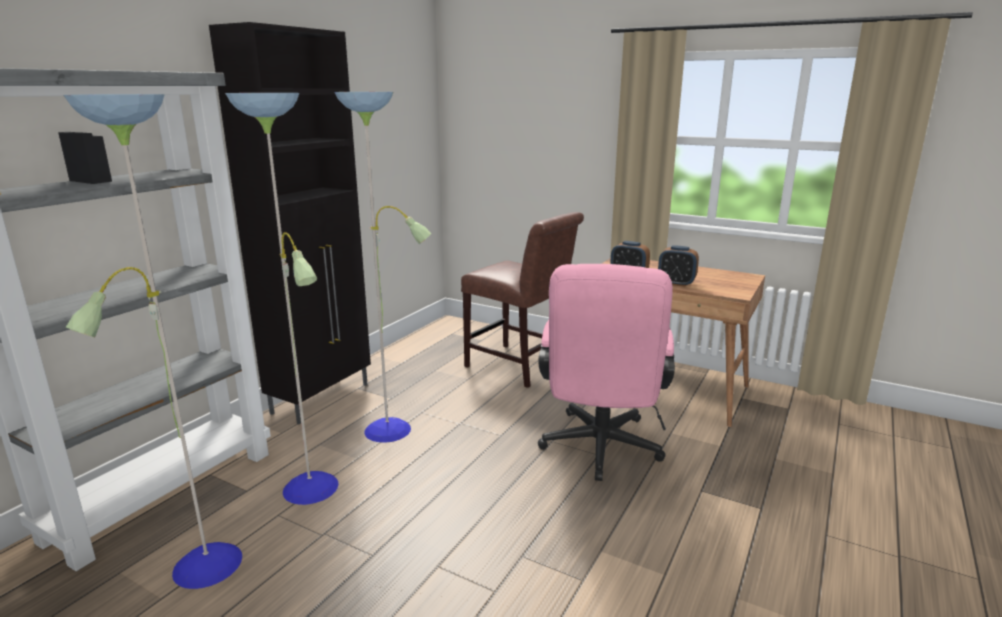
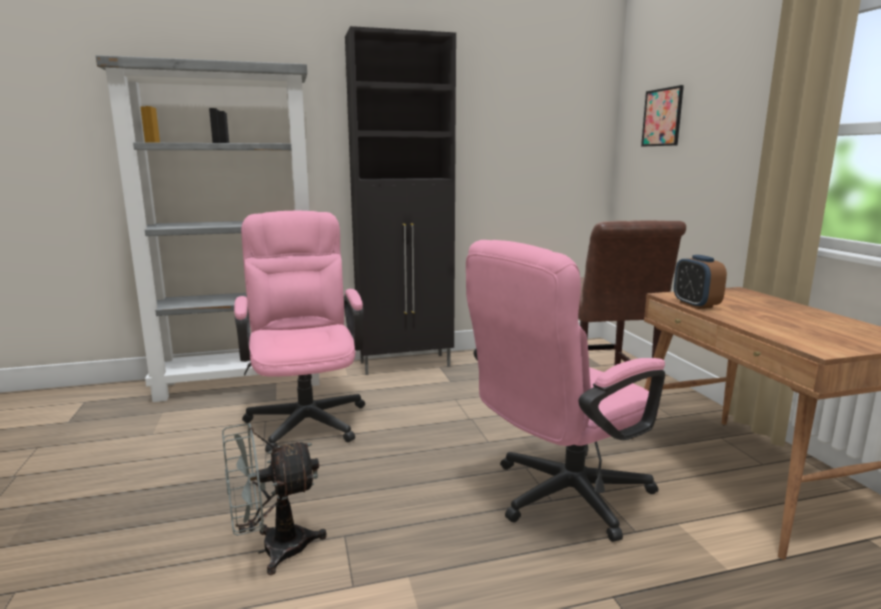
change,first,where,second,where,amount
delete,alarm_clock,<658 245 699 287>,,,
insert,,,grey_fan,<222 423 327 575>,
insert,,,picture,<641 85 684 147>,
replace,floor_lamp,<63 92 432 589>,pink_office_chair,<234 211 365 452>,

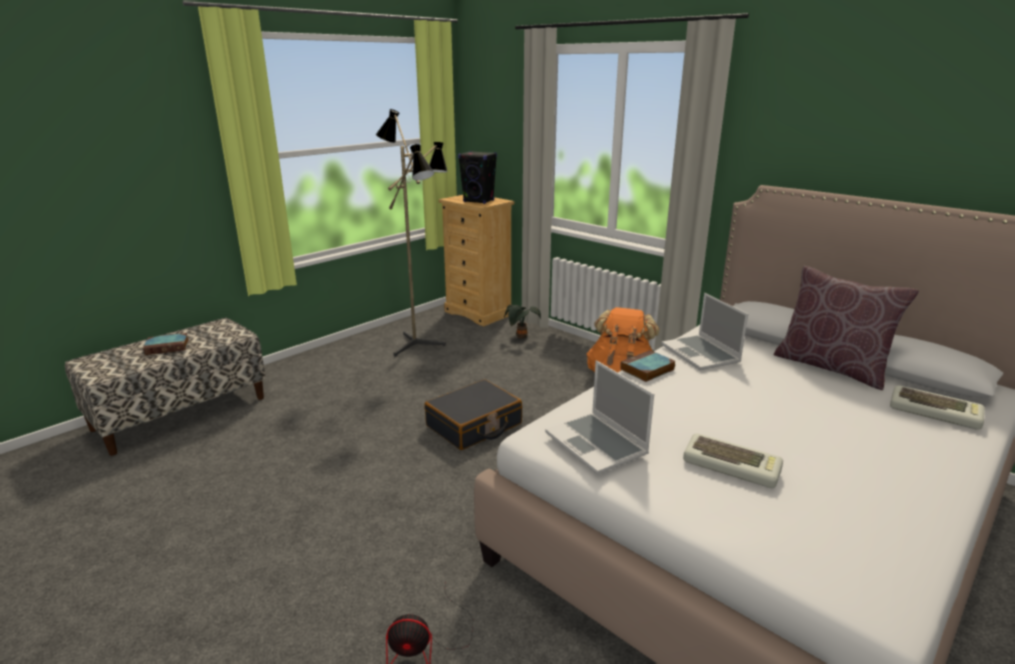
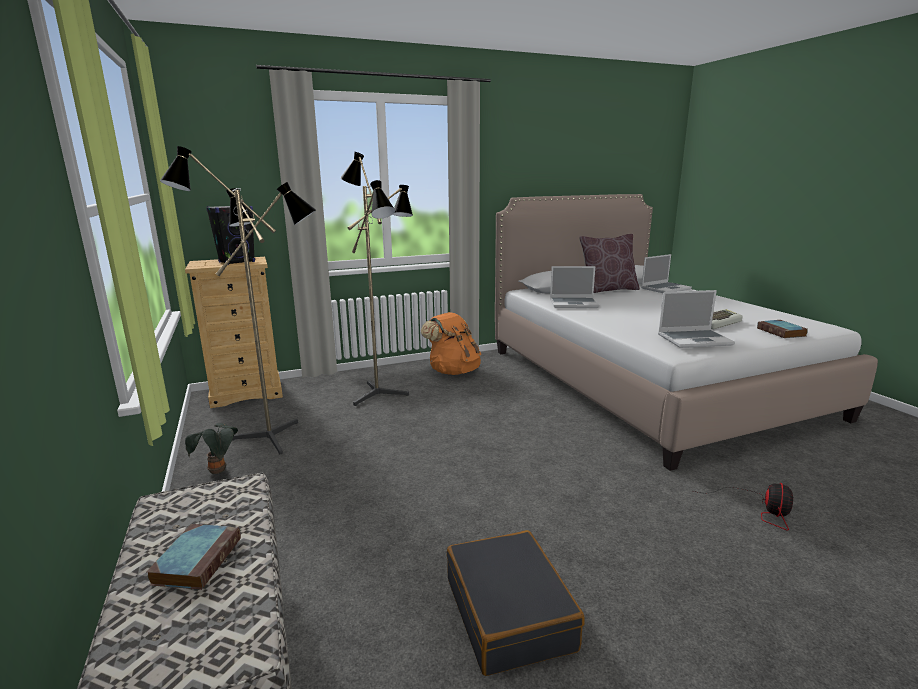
change,first,where,second,where,amount
insert,,,floor_lamp,<340 152 413 406>,
move,black_suitcase,<424 379 522 450>,,<447 530 585 676>,
move,potted_plant,<504 305 541 339>,,<185 423 238 474>,
move,book,<620 350 675 382>,,<757 320 808 338>,
replace,keyboard,<890 385 985 430>,laptop,<641 254 692 293>,

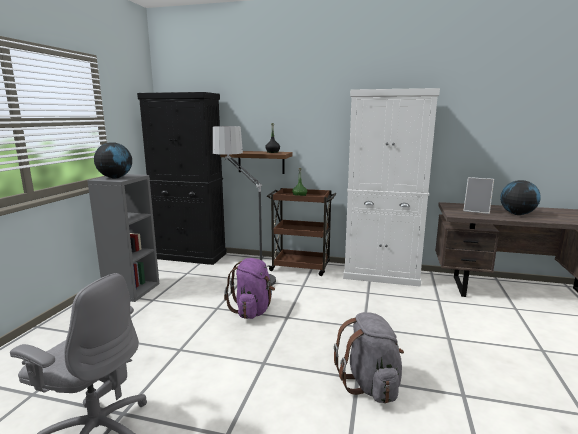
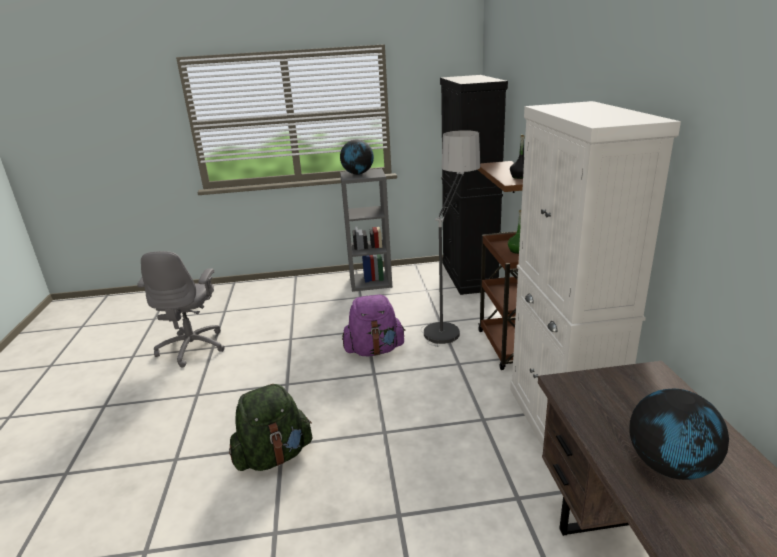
change,first,where,second,where,amount
delete,picture_frame,<463 177 494 214>,,,
recolor,grey_backpack,<334 312 404 403>,green_backpack,<229 384 312 471>,

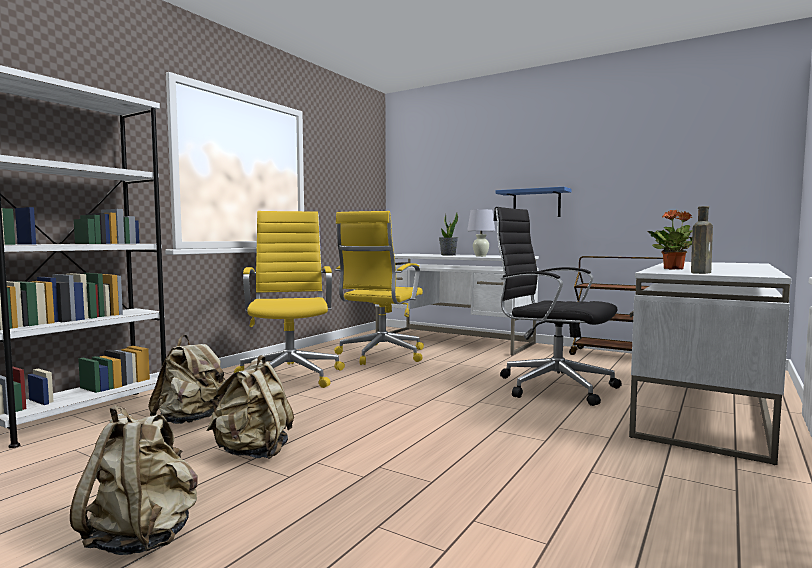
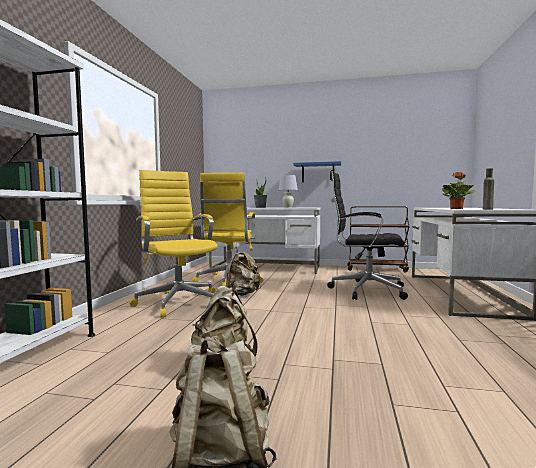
change,first,where,second,where,amount
move,beige_backpack,<148 335 226 424>,,<226 247 261 296>,

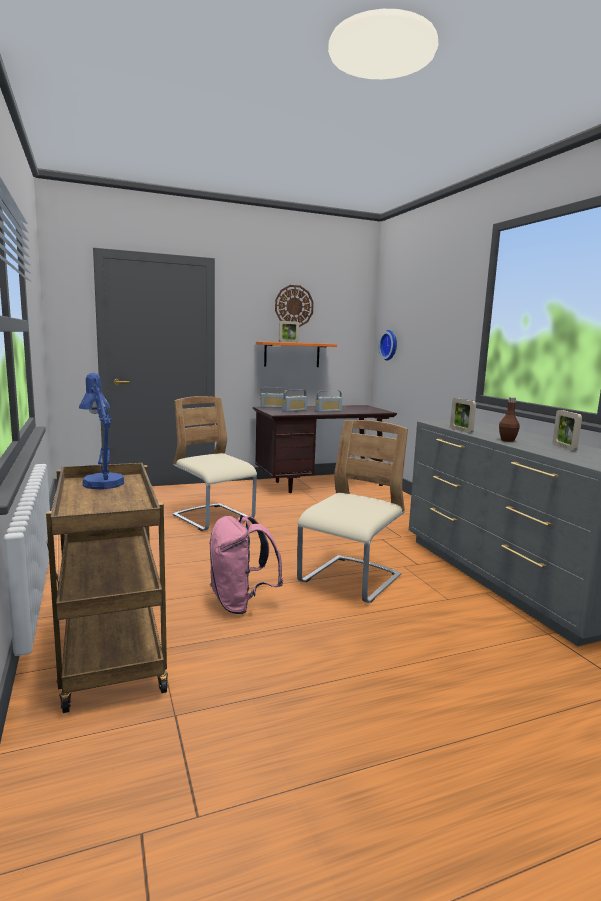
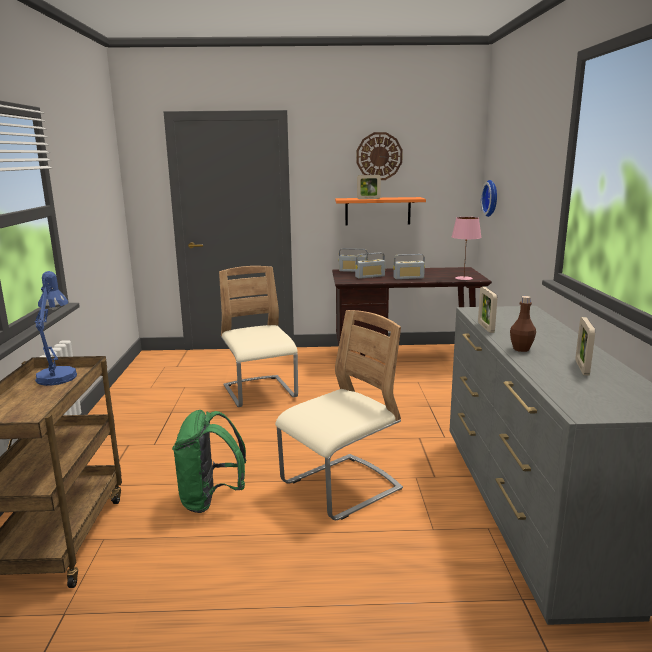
change,first,where,second,where,amount
insert,,,pink_table_lamp,<452 217 482 280>,
recolor,pink_backpack,<209 515 283 614>,green_backpack,<172 410 246 513>,

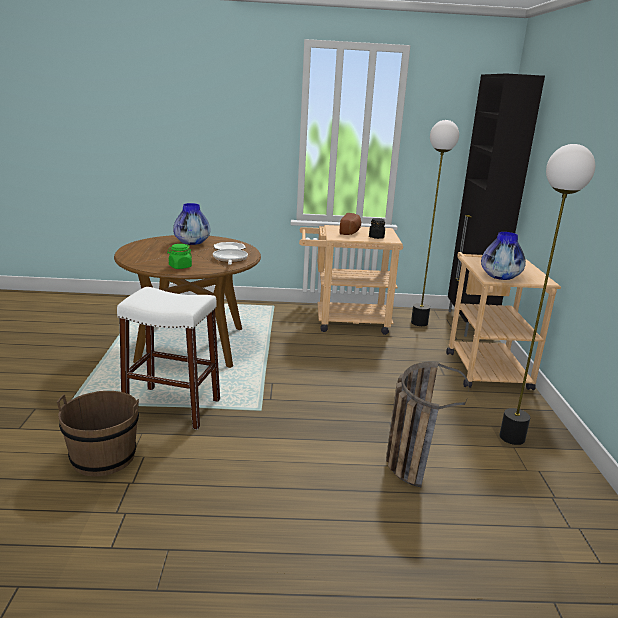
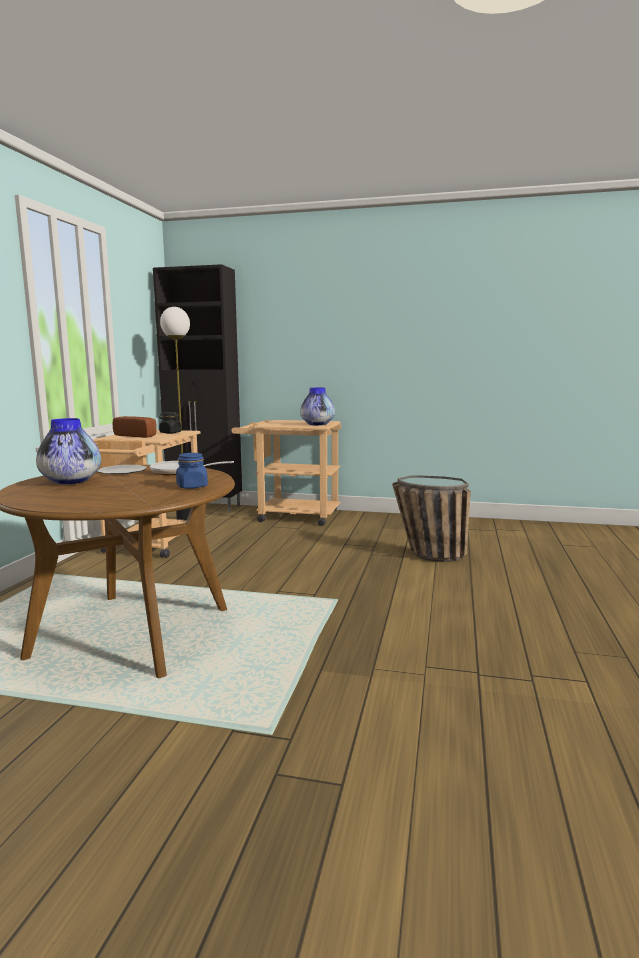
change,first,where,second,where,amount
delete,brown_bucket,<57 391 139 476>,,,
delete,white_stool,<117 287 220 430>,,,
delete,floor_lamp,<500 144 595 445>,,,
recolor,green_jar,<167 244 192 269>,blue_jar,<176 453 208 489>,

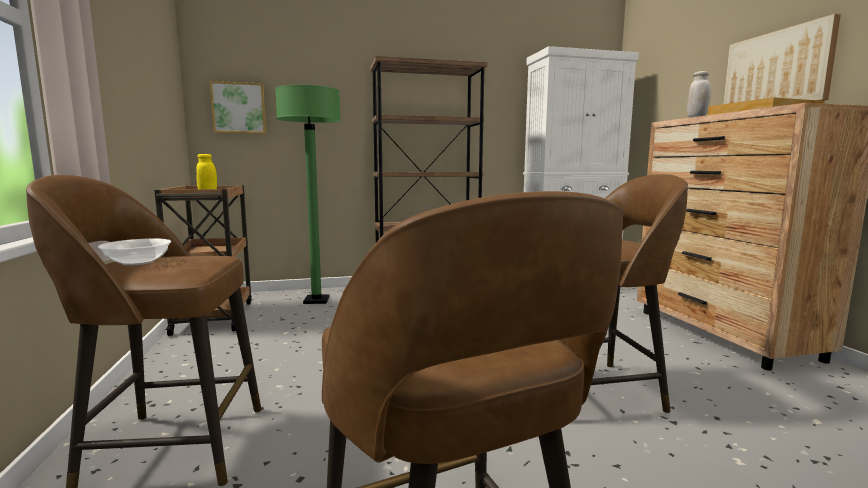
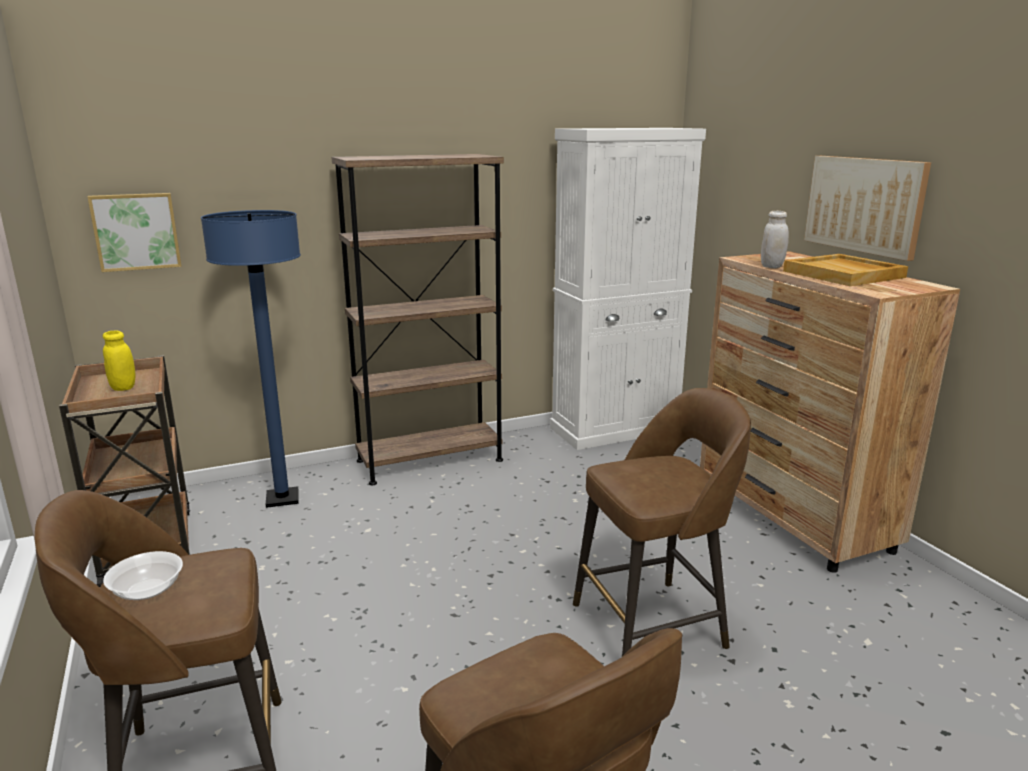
change,first,where,second,where,amount
recolor,green_floor_lamp,<275 85 341 304>,blue_floor_lamp,<201 210 301 508>,

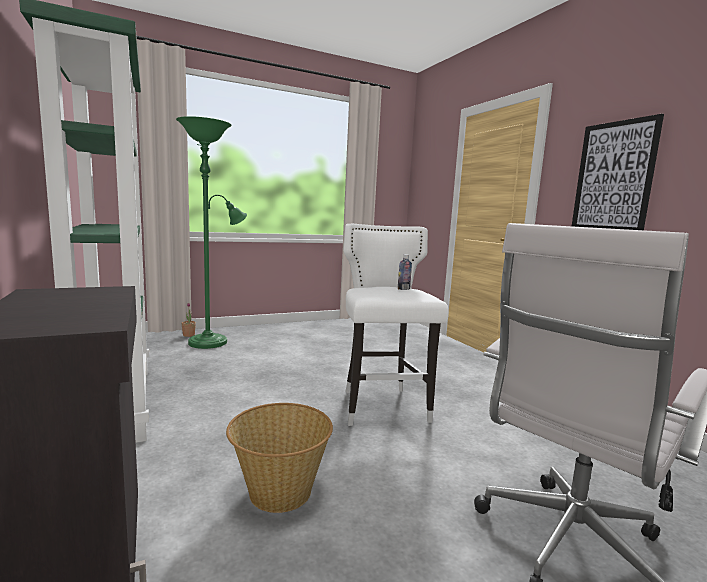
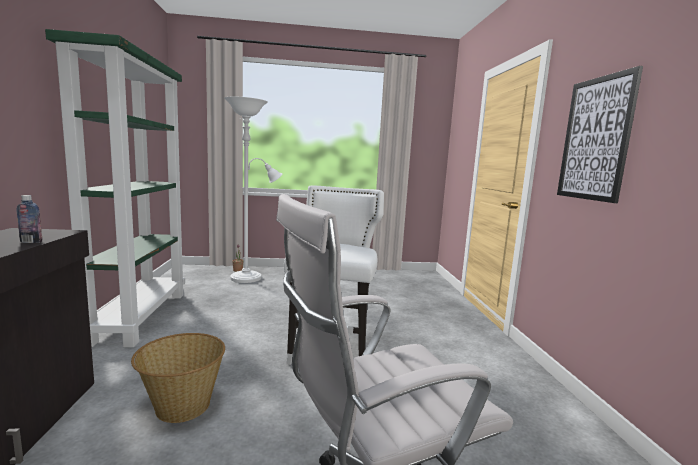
change,first,where,second,where,amount
move,bottle,<398 255 412 290>,,<16 195 42 243>,
recolor,green_floor_lamp,<176 116 247 349>,white_floor_lamp,<224 97 283 283>,

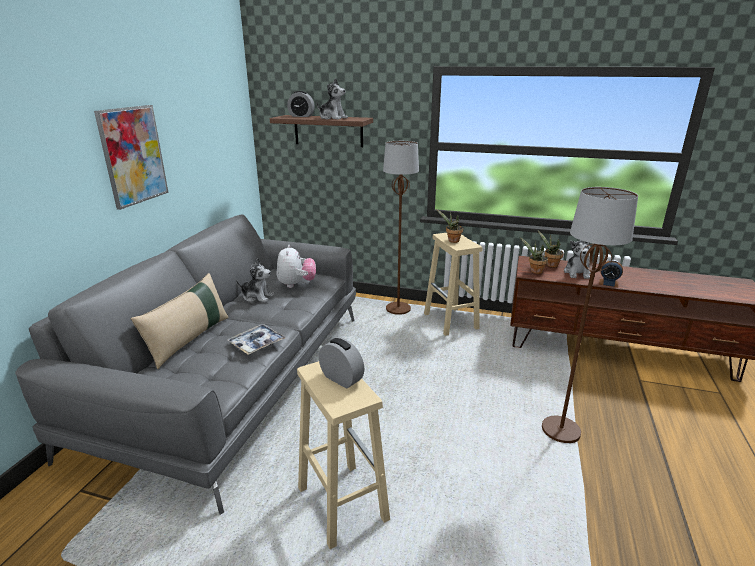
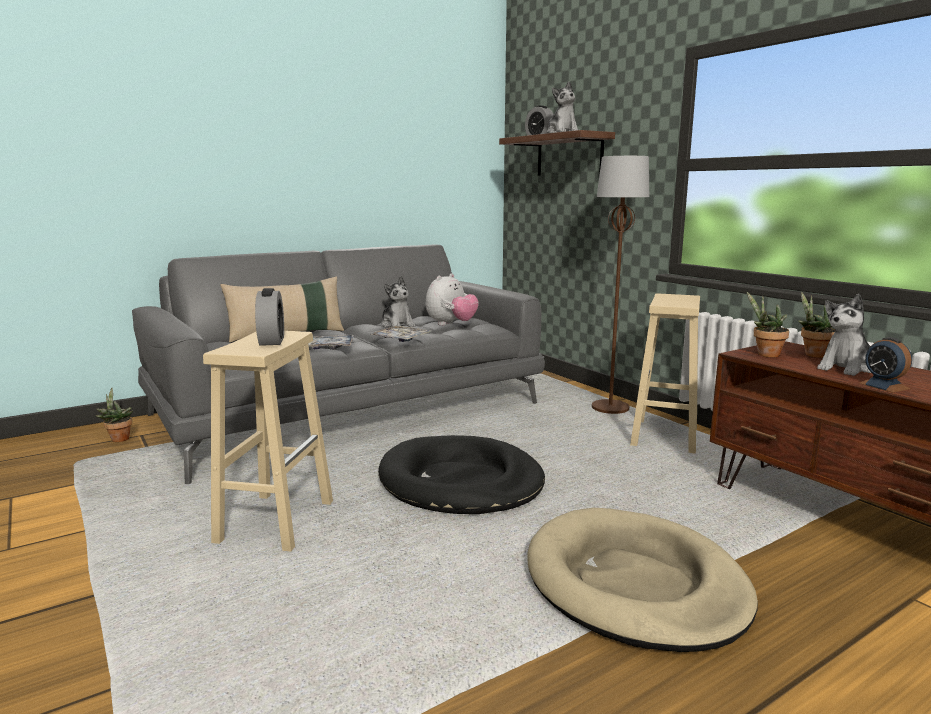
change,first,where,second,where,amount
delete,picture,<94 105 169 210>,,,
insert,,,tray,<370 326 432 342>,
insert,,,black_dog_bed,<378 435 545 514>,
move,potted_plant,<436 209 463 243>,,<95 388 133 442>,
replace,brown_floor_lamp,<542 187 638 443>,beige_dog_bed,<528 508 758 652>,

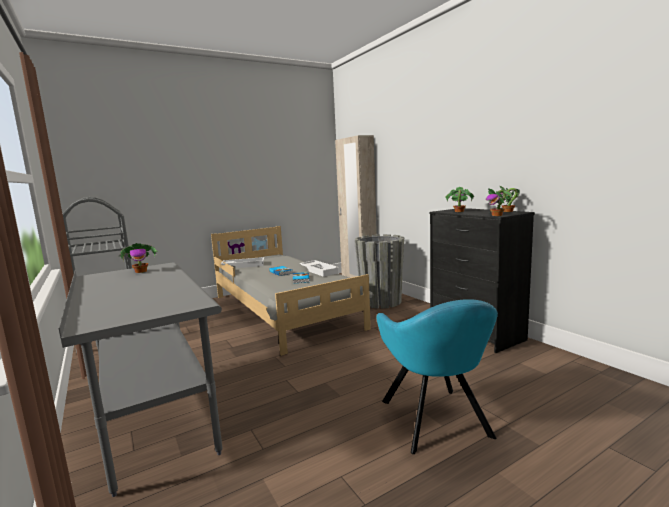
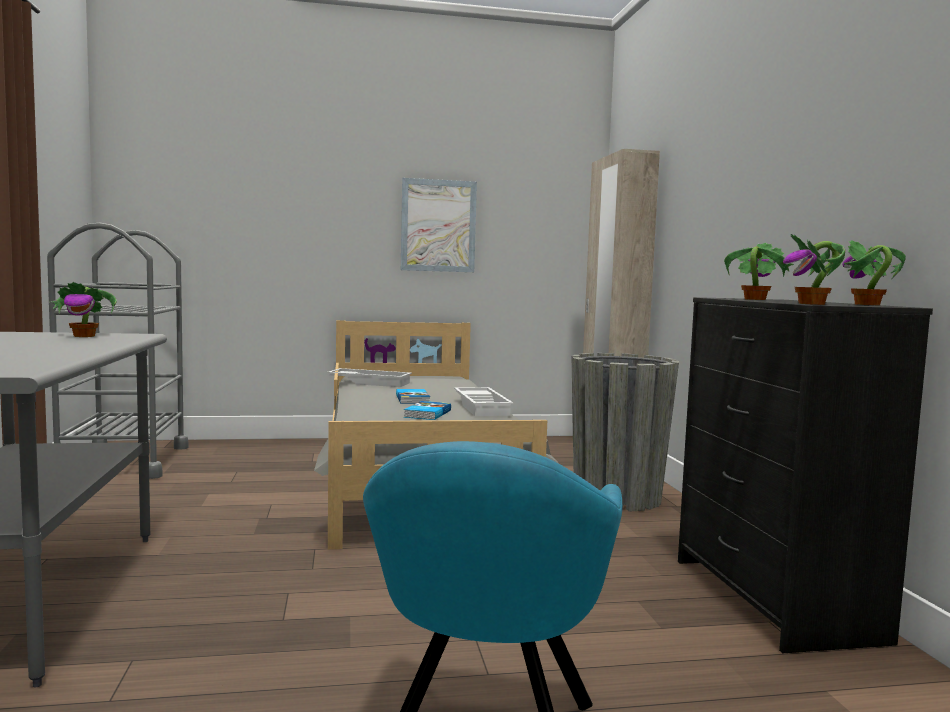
change,first,where,second,where,amount
insert,,,picture,<401 178 477 272>,

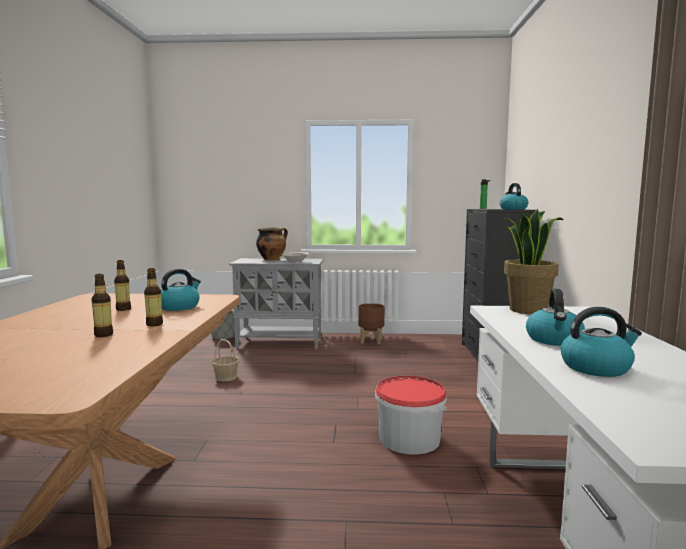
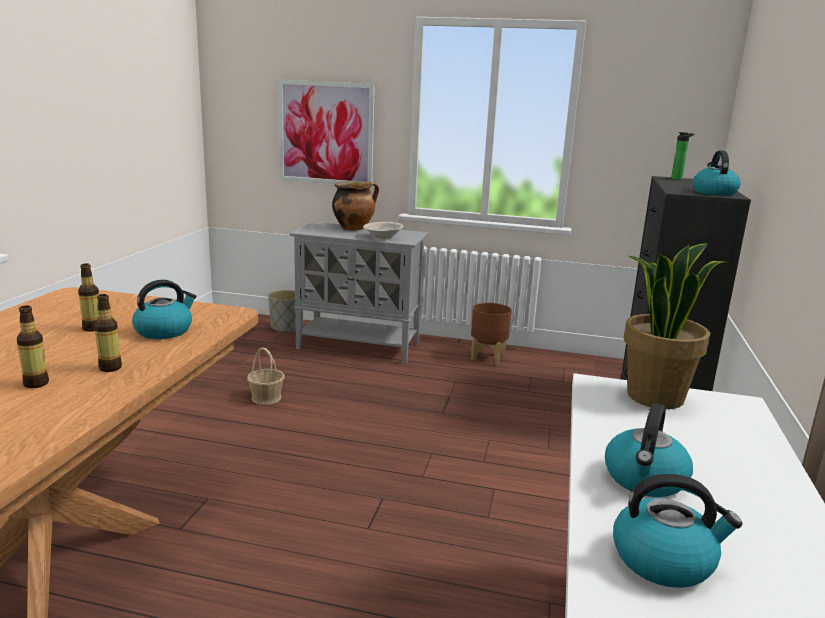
change,first,where,second,where,amount
delete,bucket,<375 376 447 455>,,,
insert,,,picture,<278 80 375 184>,

